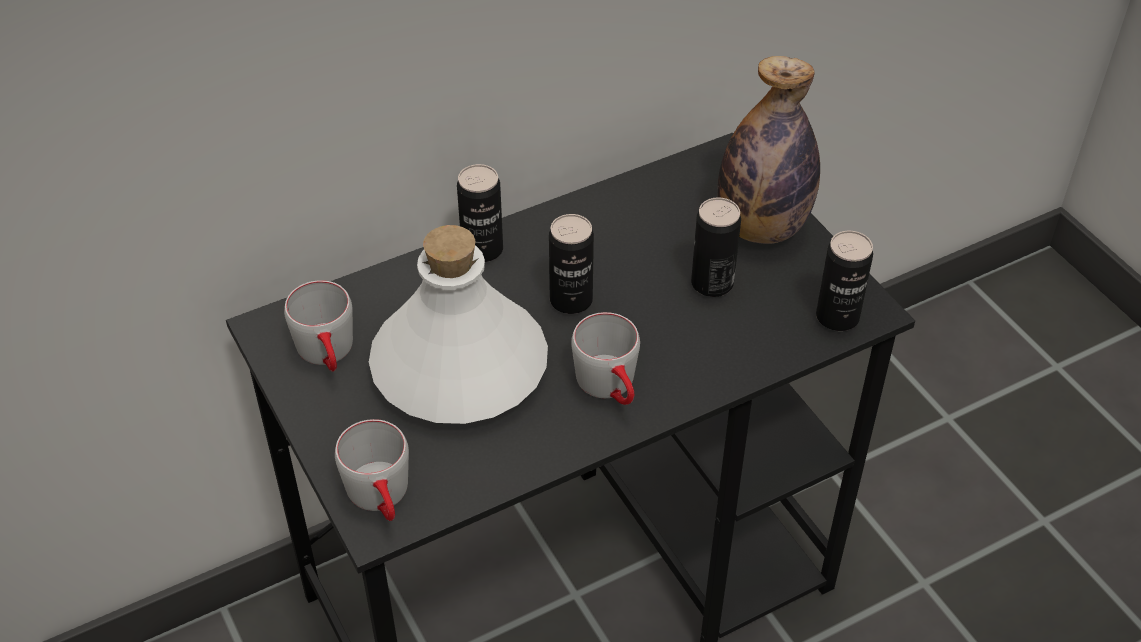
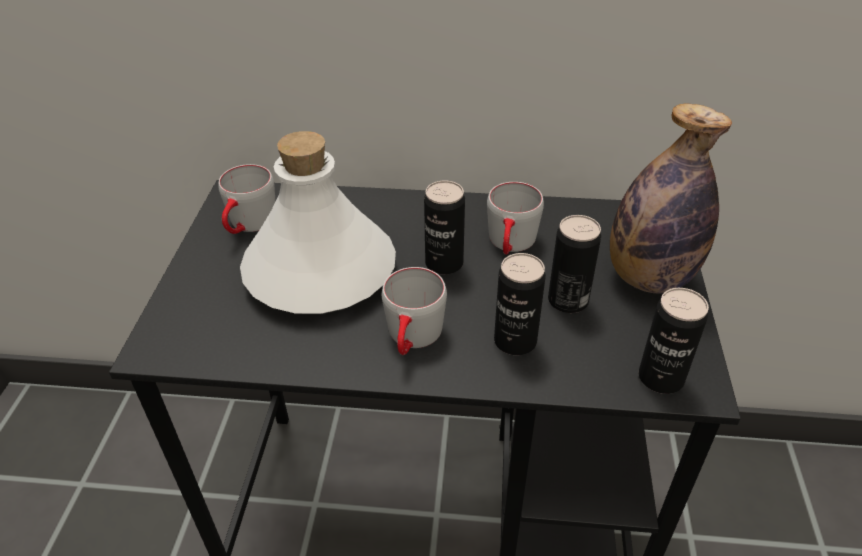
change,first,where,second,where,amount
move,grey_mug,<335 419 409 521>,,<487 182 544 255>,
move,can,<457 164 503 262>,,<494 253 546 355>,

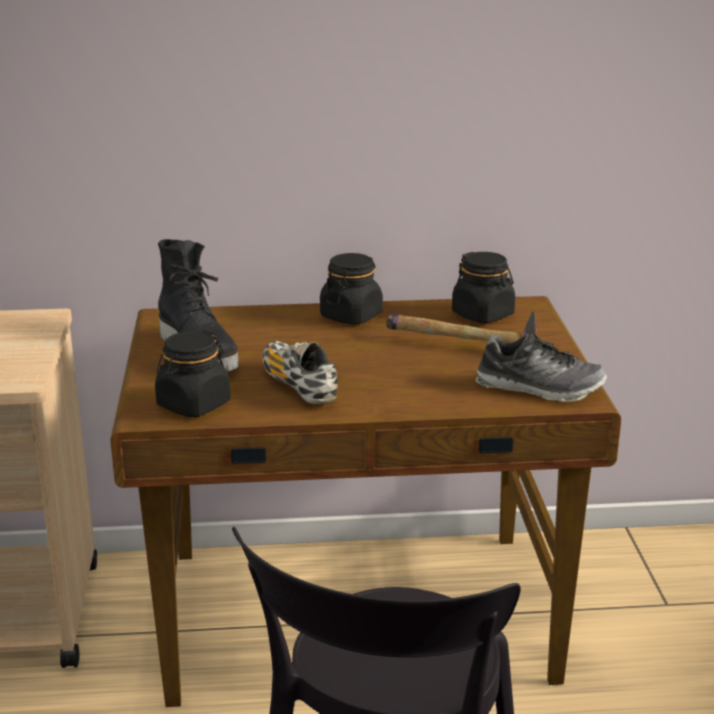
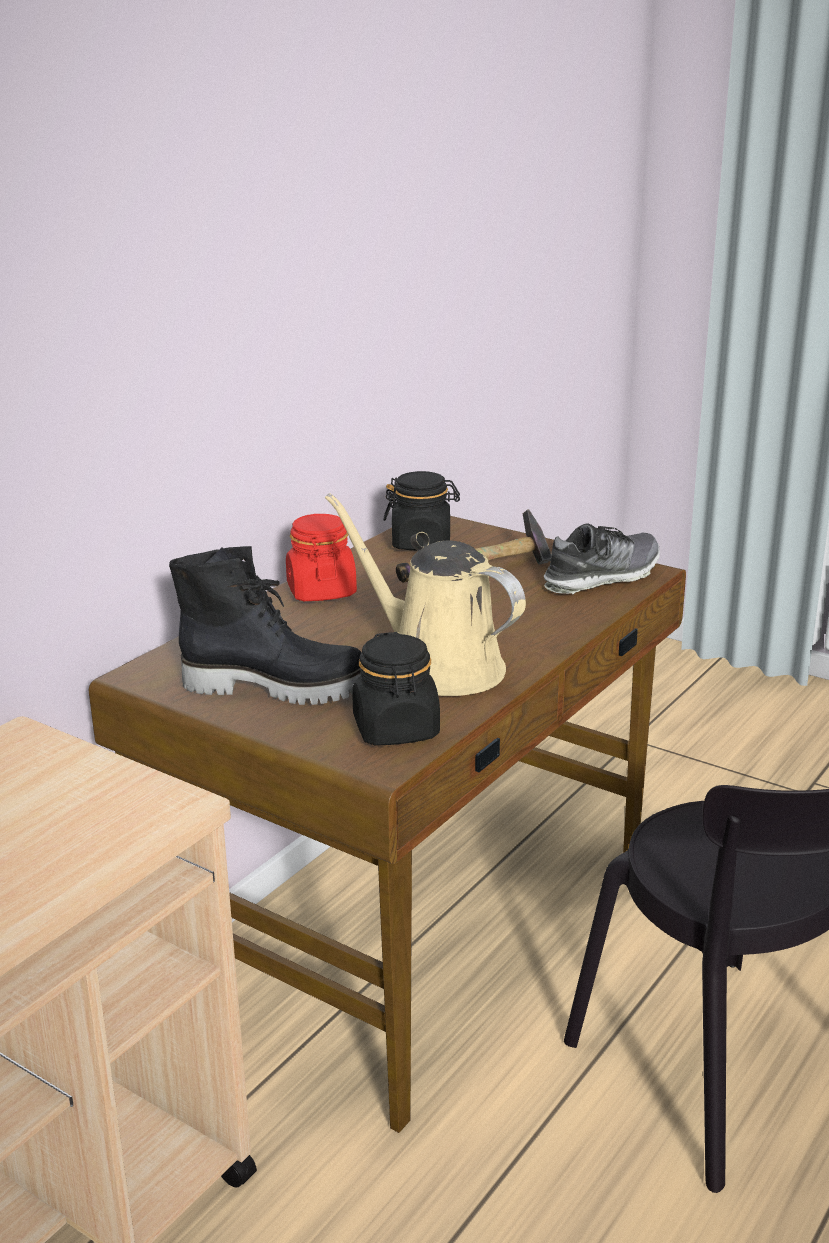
change,first,where,second,where,amount
replace,shoe,<262 341 338 404>,beige_watering_can,<325 493 526 696>,
recolor,black_jar,<320 253 383 325>,red_jar,<286 514 357 601>,

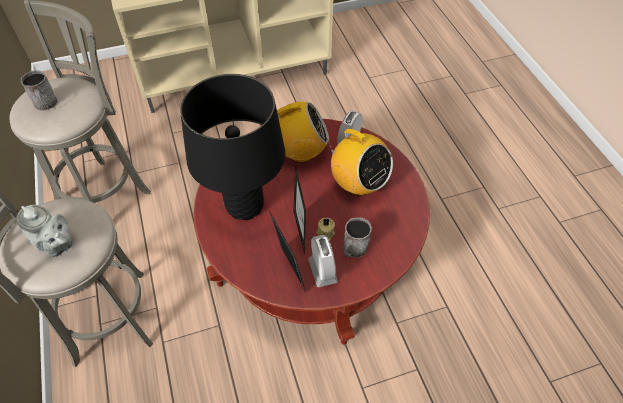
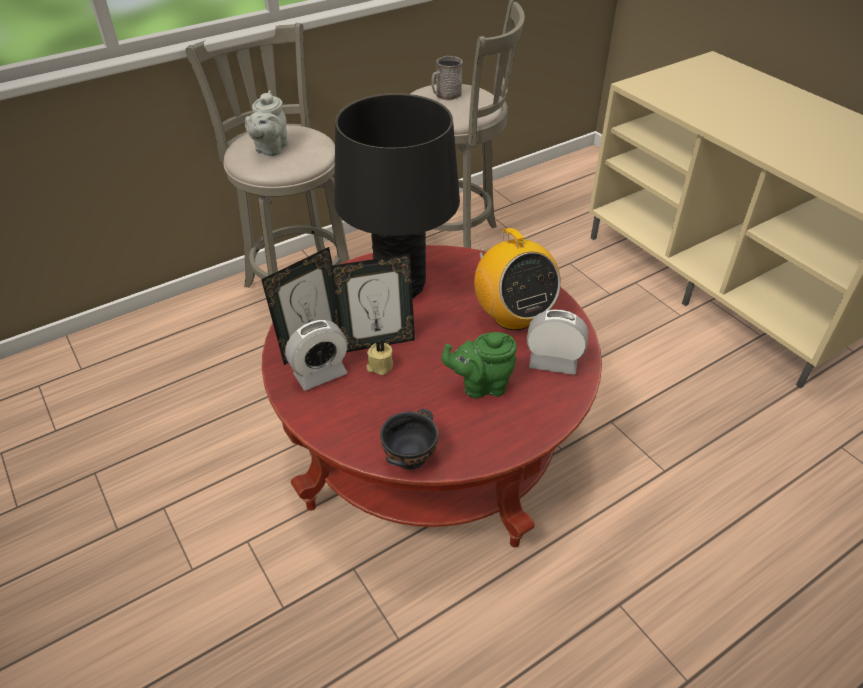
change,first,where,second,where,amount
delete,grey_mug,<343 217 372 258>,,,
insert,,,black_bowl,<380 409 438 470>,
replace,radio,<327 129 393 196>,green_teapot,<441 332 517 399>,

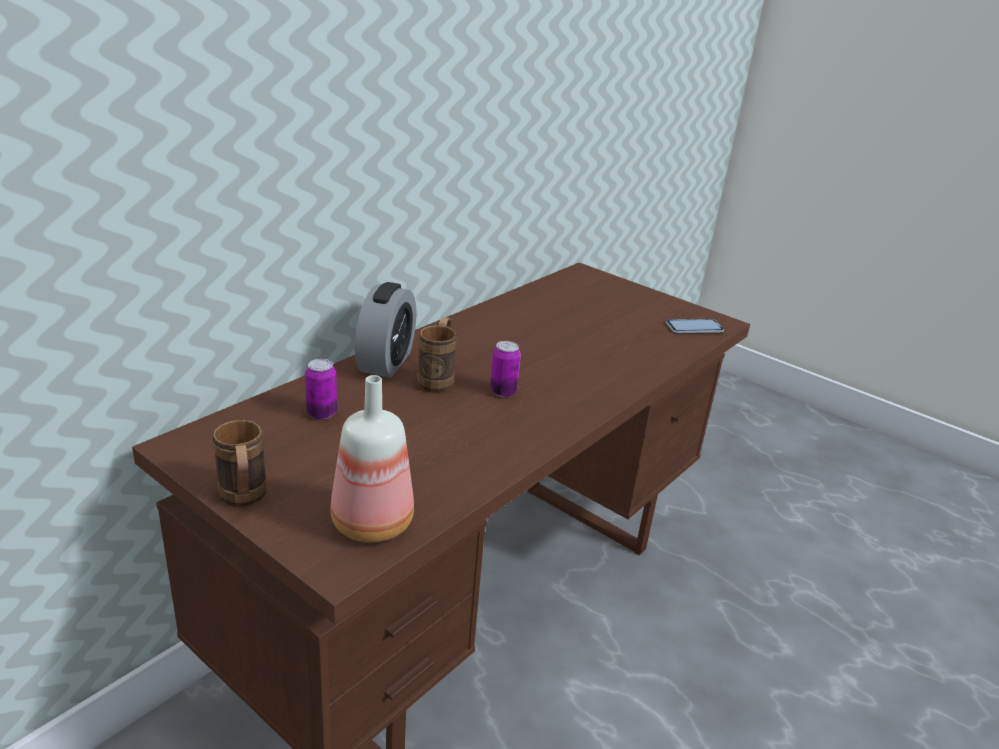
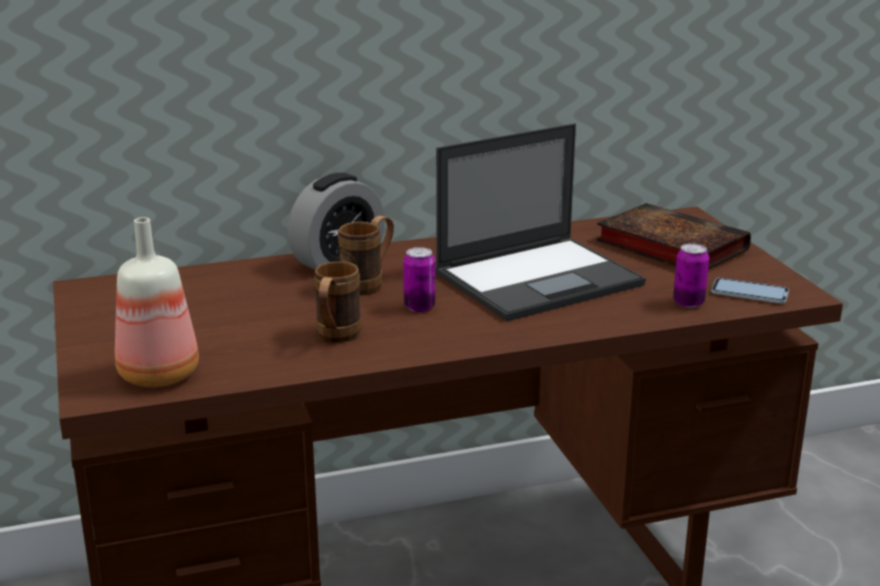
change,first,where,second,where,amount
insert,,,laptop,<435 123 646 321>,
insert,,,book,<596 203 751 269>,
move,brown_mug,<213 420 267 507>,,<314 262 362 343>,
move,can,<305 359 337 420>,,<673 243 709 308>,

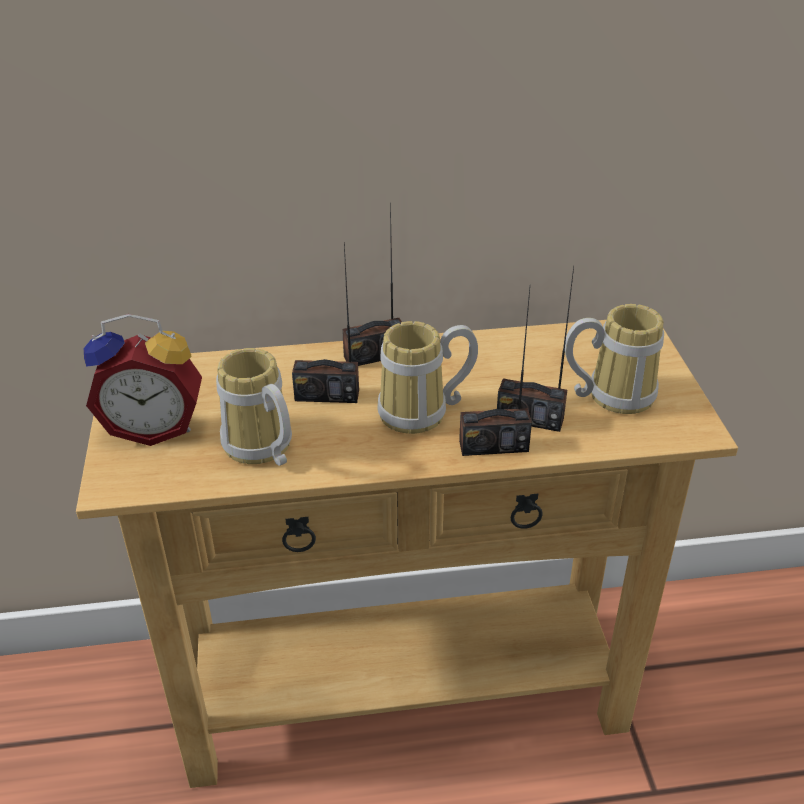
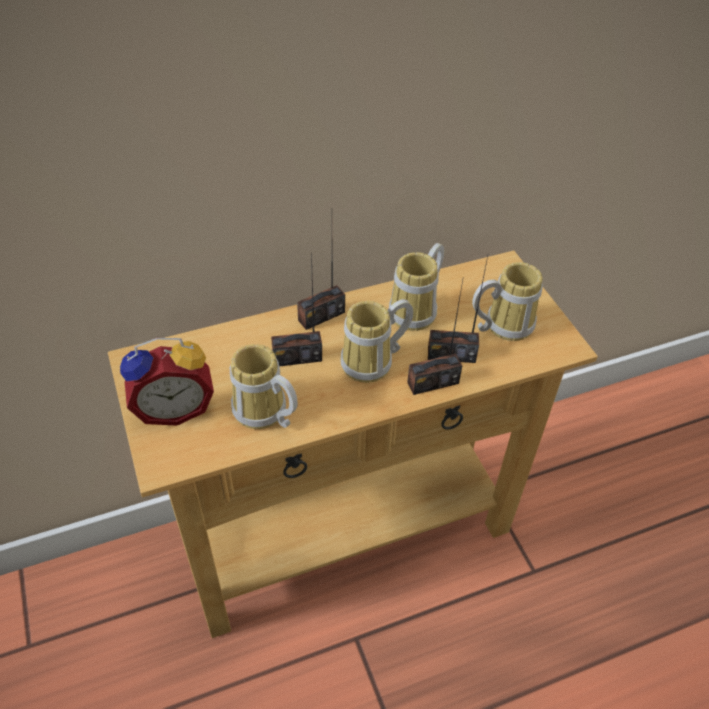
change,first,where,second,where,amount
insert,,,mug,<389 243 444 331>,

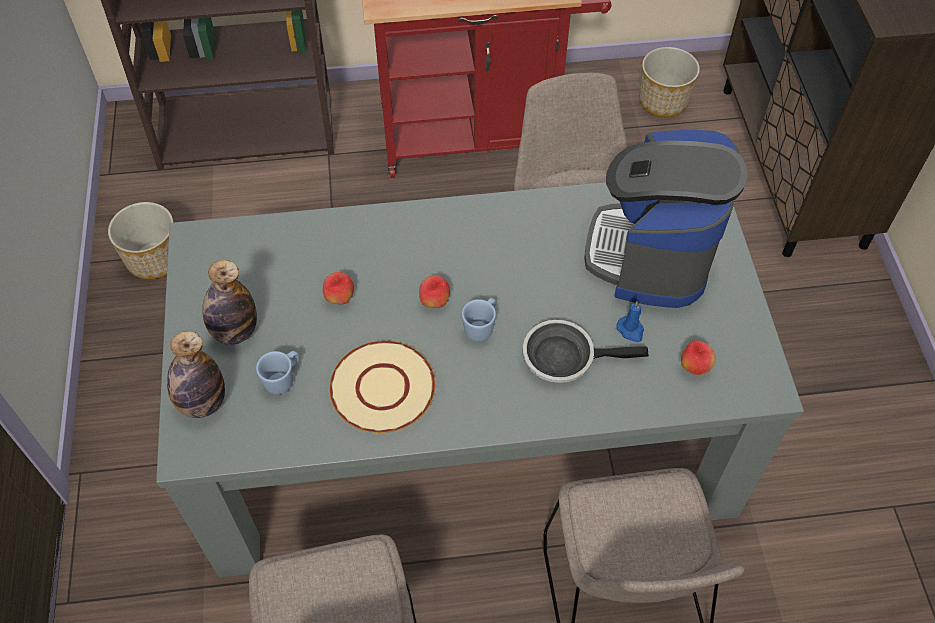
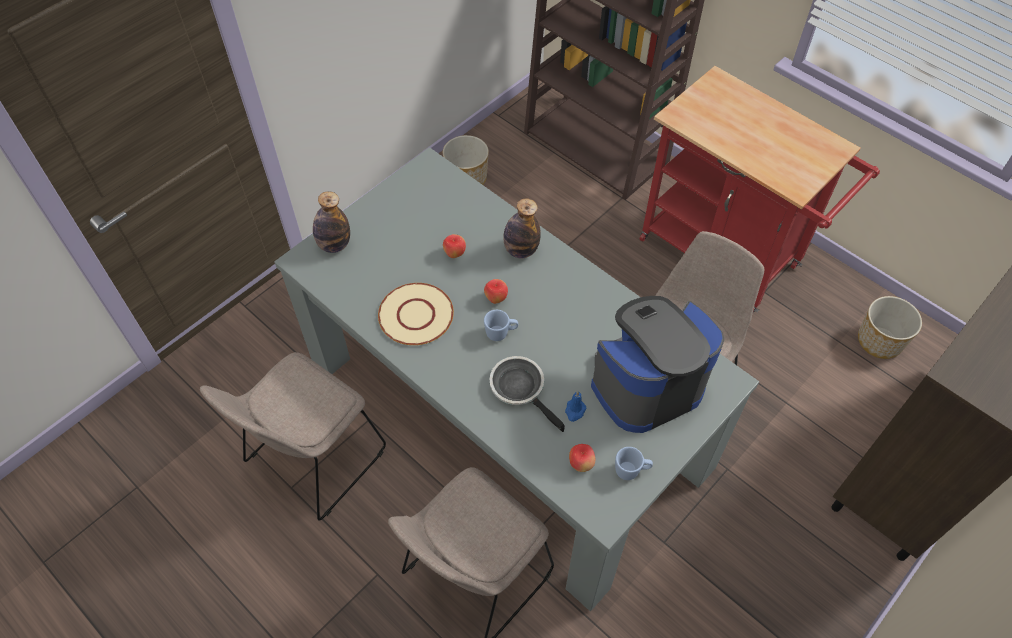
change,first,where,second,where,amount
move,bottle,<203 260 257 345>,,<503 198 541 258>,
move,blue_mug,<256 351 299 394>,,<615 447 653 480>,

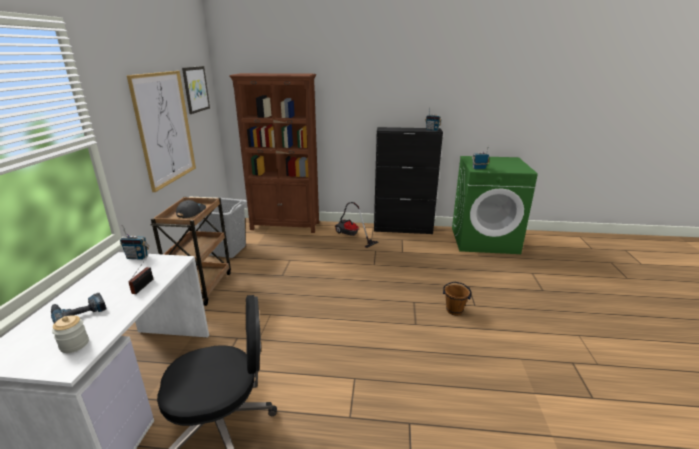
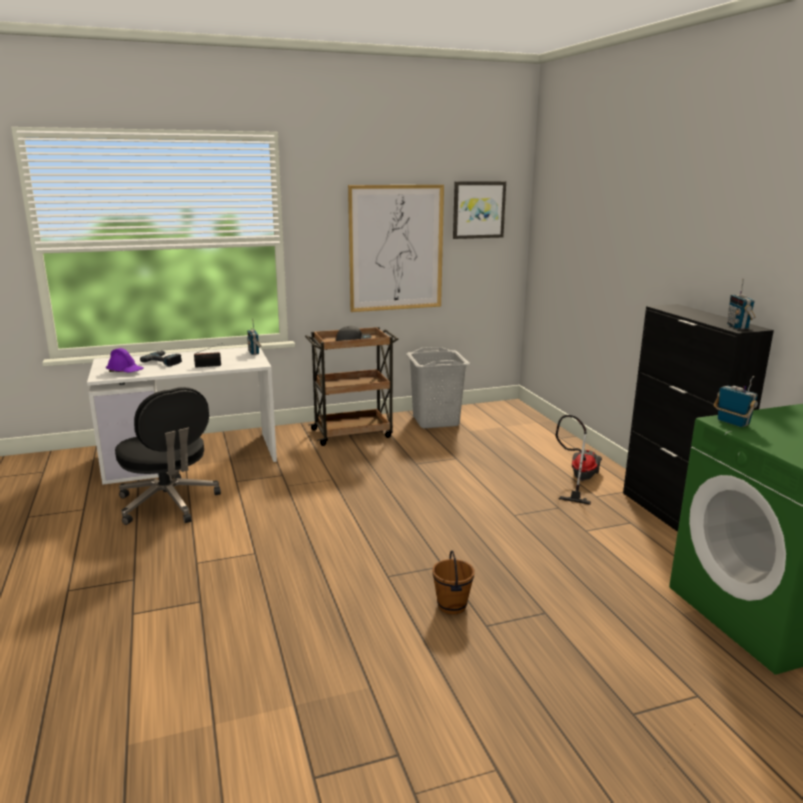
change,first,where,second,where,amount
delete,brown_bookcase,<229 73 319 233>,,,
replace,jar,<52 316 89 353>,purple_hard_hat,<106 348 144 372>,

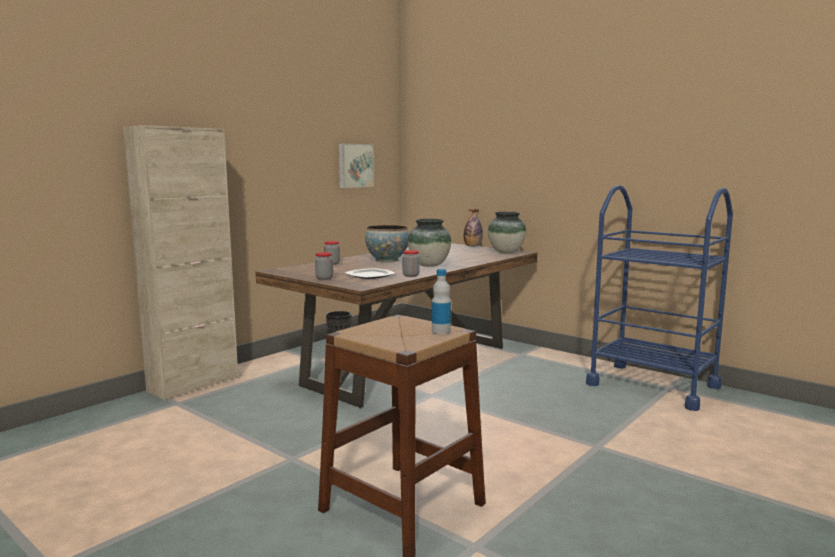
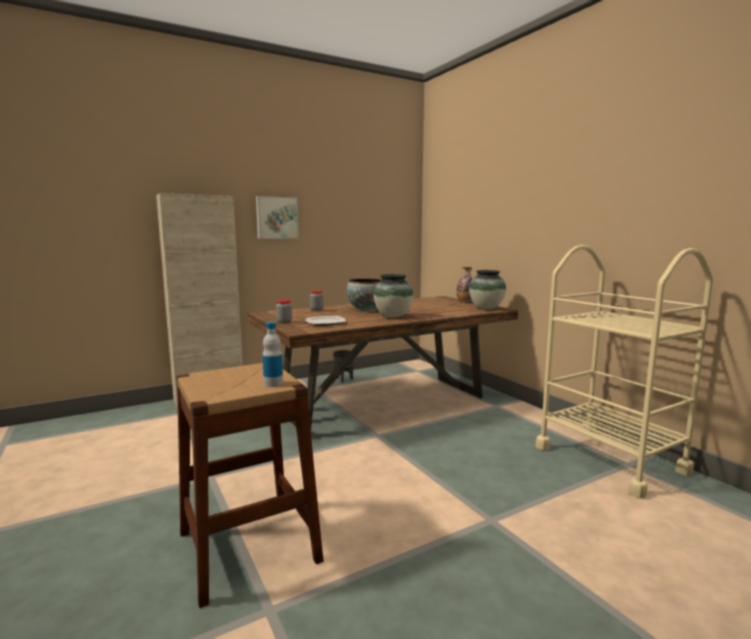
change,first,where,second,where,amount
delete,jar,<402 250 420 277>,,,
move,picture,<339 144 374 188>,,<256 196 299 239>,
recolor,blue_cart,<586 185 733 411>,beige_cart,<536 245 713 498>,

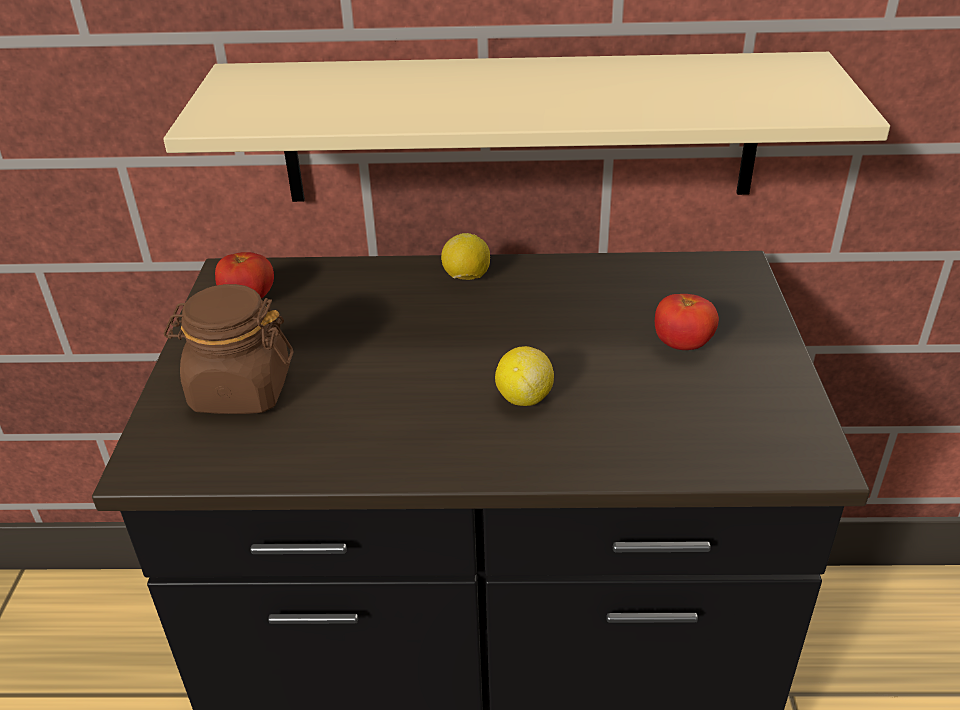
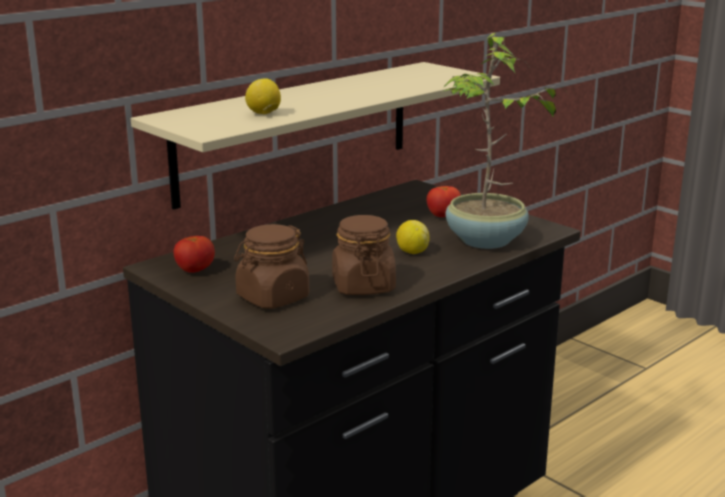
change,first,where,second,where,amount
insert,,,brown_jar,<332 215 396 295>,
insert,,,potted_plant,<442 33 565 249>,
move,lemon,<441 233 490 280>,,<245 78 281 114>,

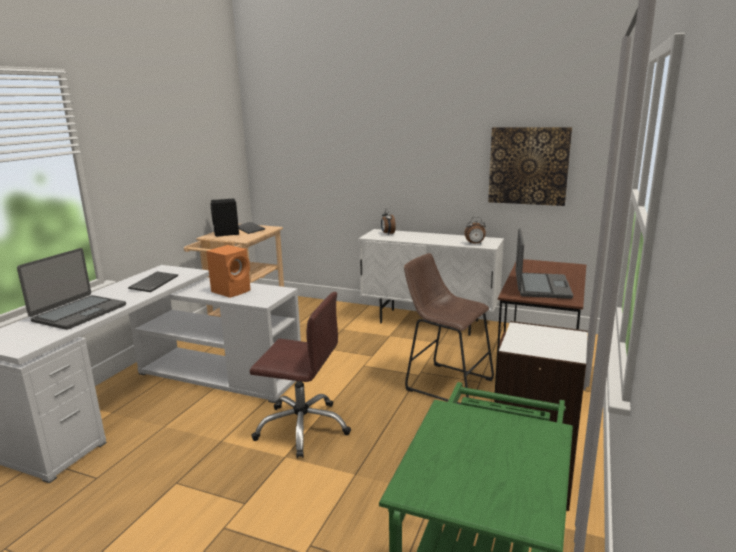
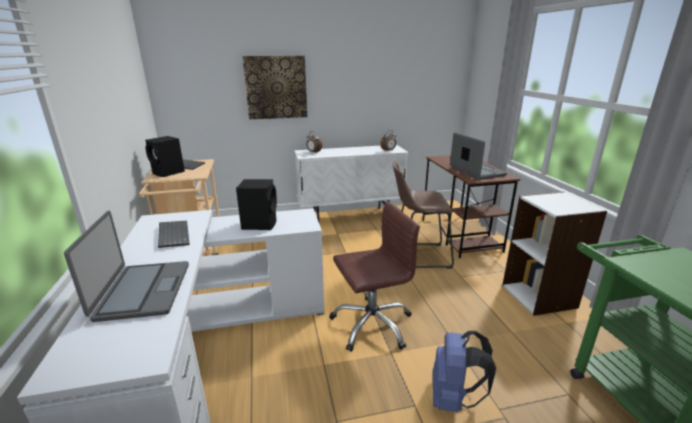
change,first,where,second,where,amount
insert,,,blue_backpack,<433 331 496 412>,
move,picture,<488 127 572 206>,,<243 56 307 119>,
recolor,orange_speaker,<206 245 251 298>,black_speaker,<236 179 277 230>,

